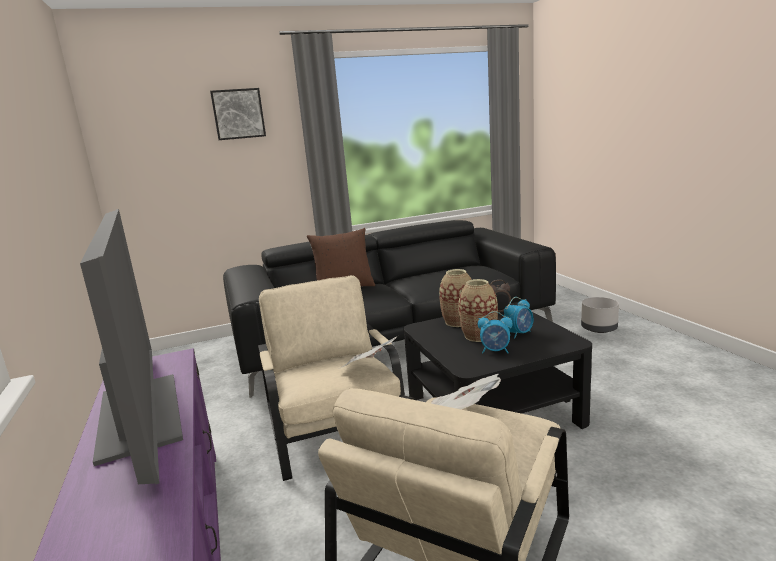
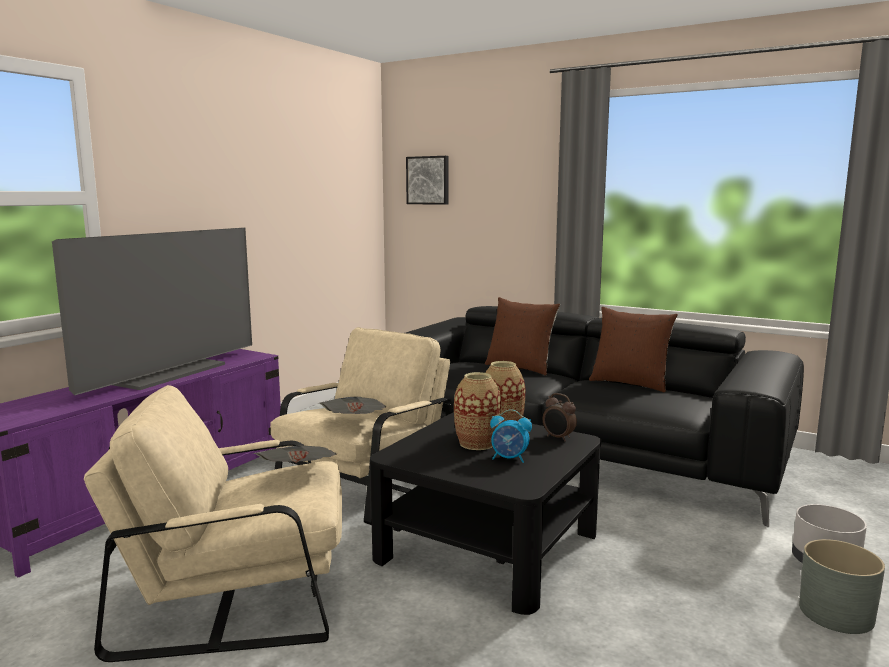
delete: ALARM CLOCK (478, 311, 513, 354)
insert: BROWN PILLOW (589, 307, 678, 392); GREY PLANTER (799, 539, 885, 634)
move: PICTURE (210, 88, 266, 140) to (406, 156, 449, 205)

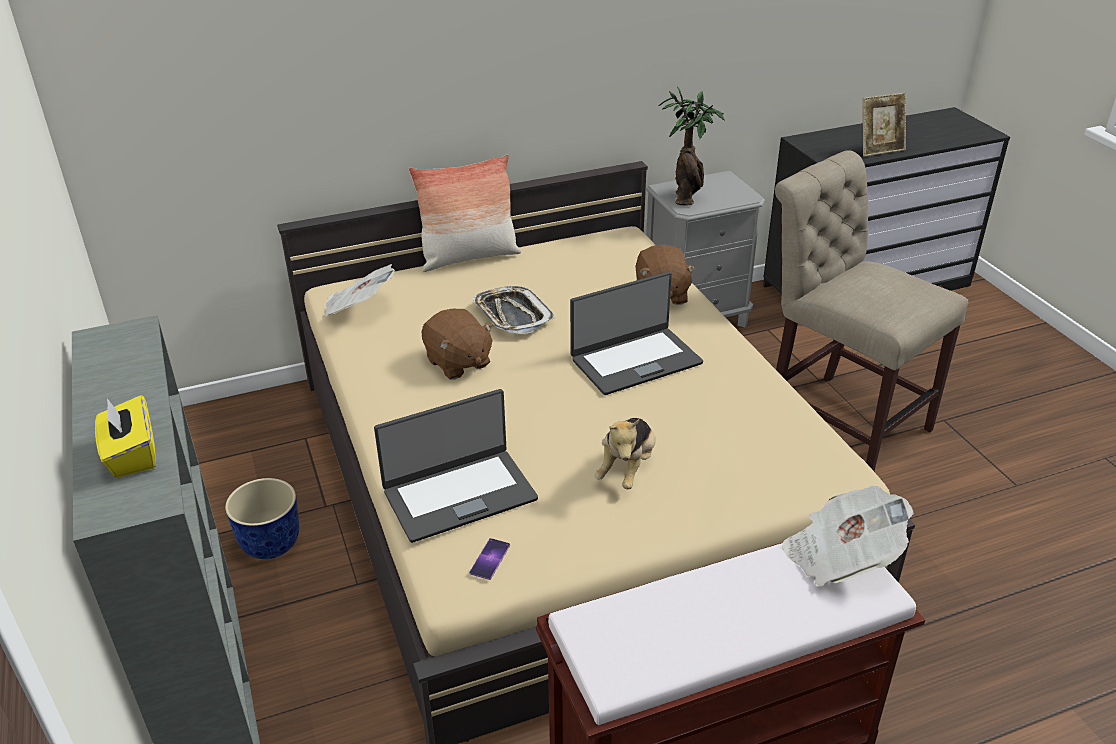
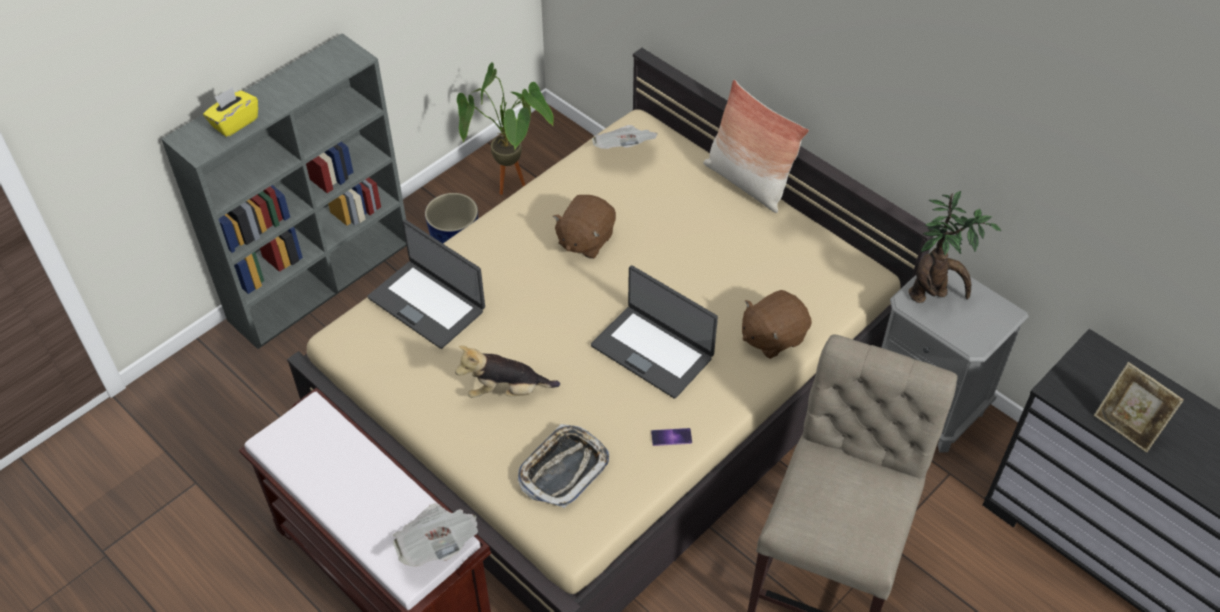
insert: POTTED PLANT (457, 62, 554, 195)
move: TRAY (472, 286, 555, 334) to (518, 424, 609, 508); PHONE (469, 538, 510, 580) to (651, 428, 692, 446)

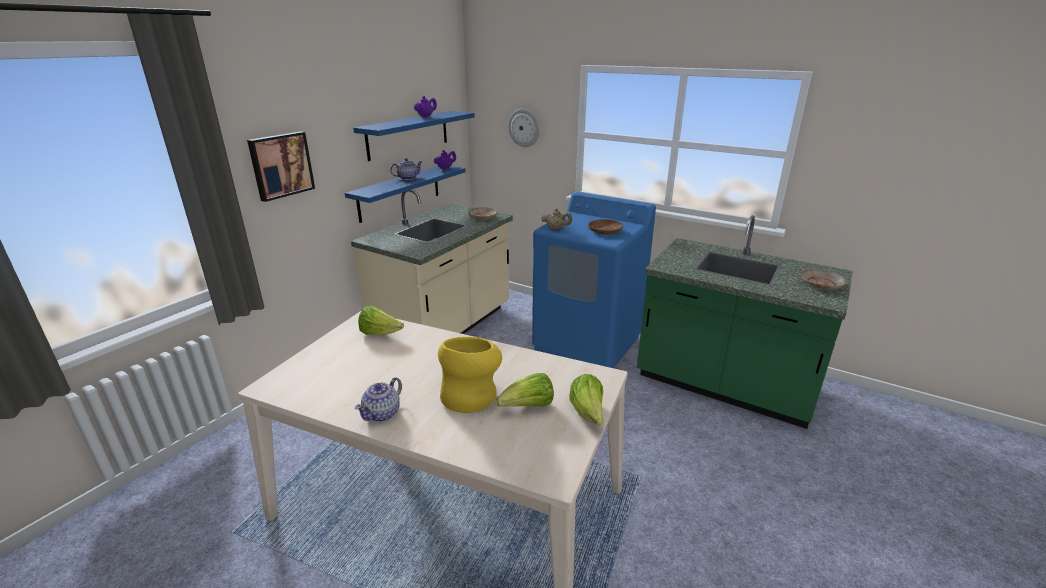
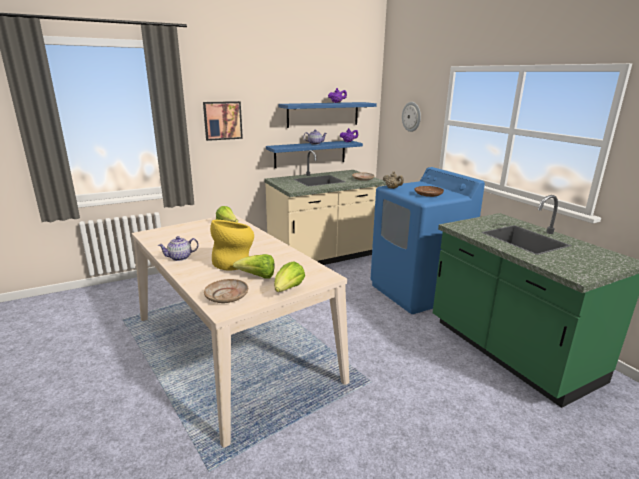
move: BEIGE PLATE (801, 269, 846, 290) to (204, 279, 248, 303)

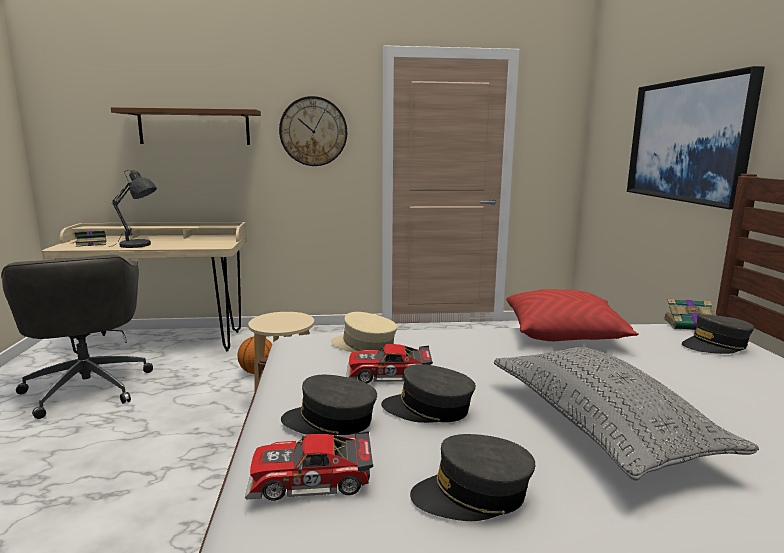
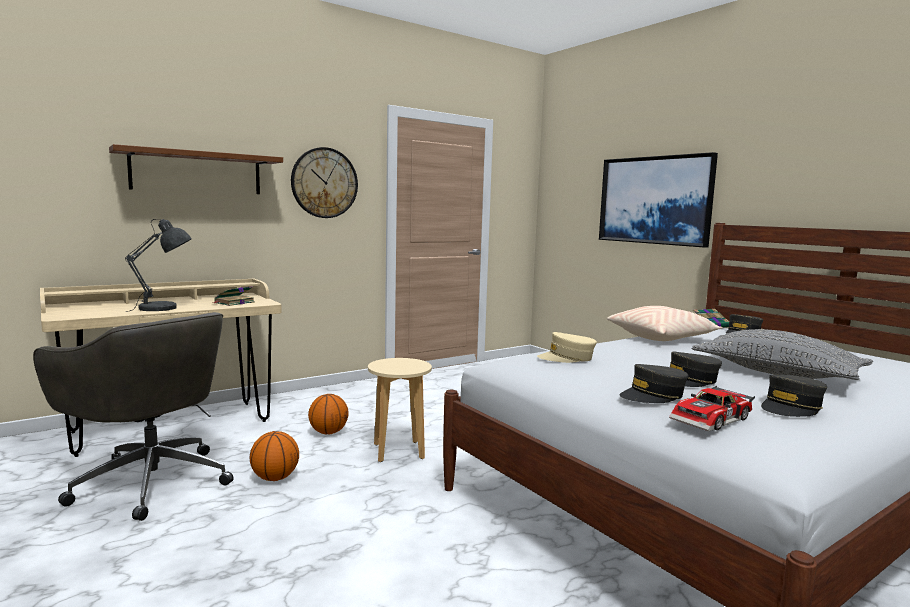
delete: TOY CAR (346, 344, 433, 383)
insert: BASKETBALL (250, 431, 299, 481)
move: BOOK (72, 230, 107, 247) to (212, 286, 255, 306)
recolor: RED PILLOW (506, 289, 639, 341) to BEIGE PILLOW (607, 306, 723, 341)

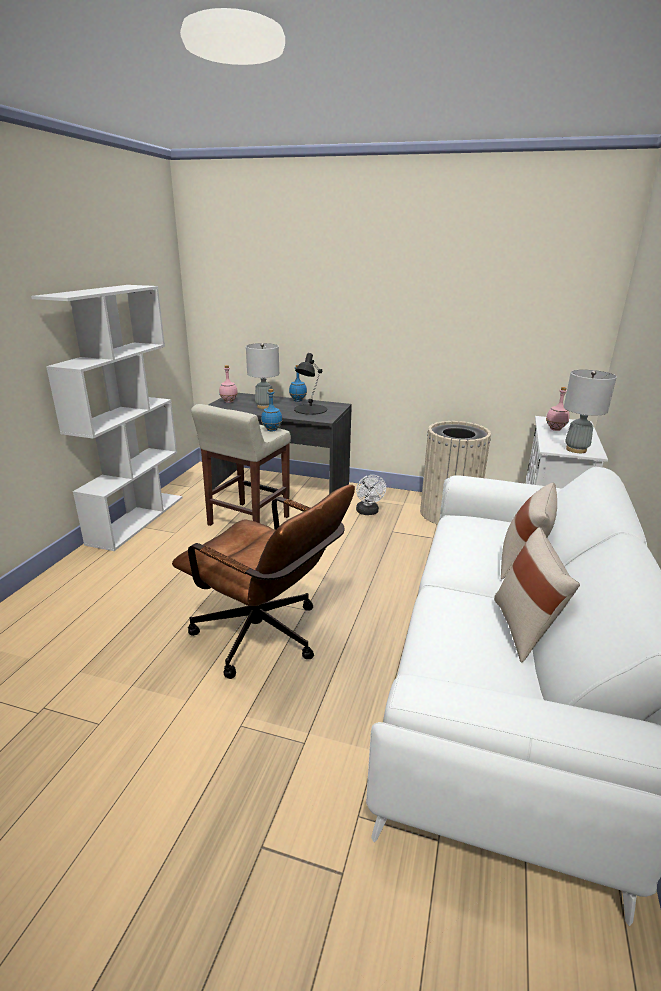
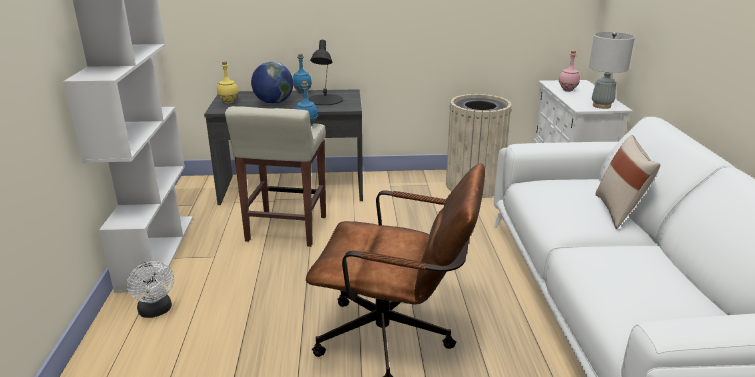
delete: BEIGE PILLOW (494, 527, 580, 663)
move: WHITE FAN (356, 475, 386, 515) to (127, 261, 174, 318)
replace: GREY TABLE LAMP (246, 343, 279, 409) to GLOBE (251, 62, 293, 104)
recolor: PINK BOTTLE (219, 365, 238, 403) to YELLOW BOTTLE (217, 62, 239, 103)

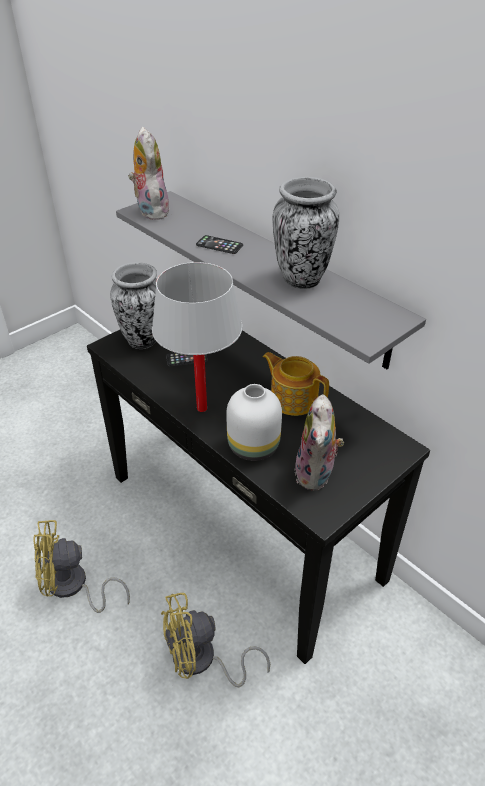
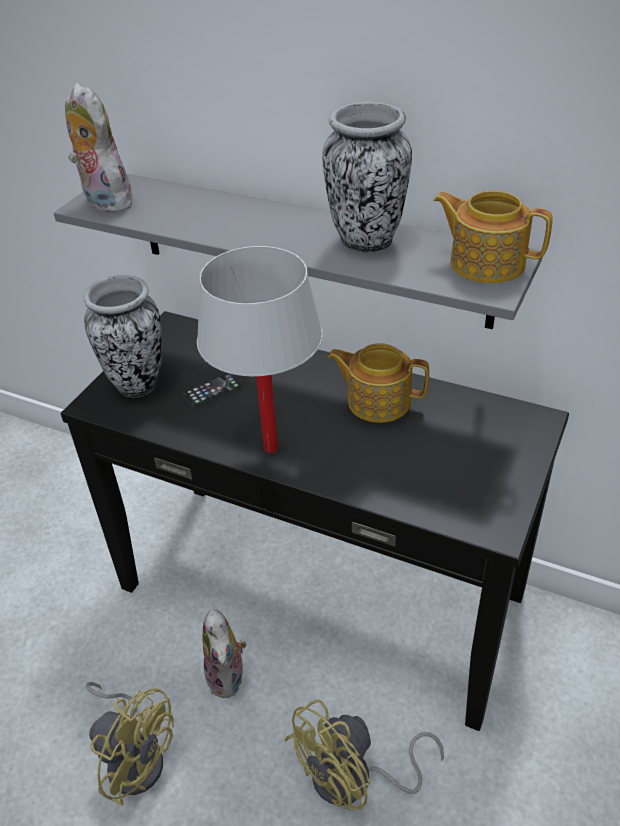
delete: PHONE (196, 235, 243, 254); WHITE VASE (226, 384, 282, 461)
insert: TEAPOT (433, 190, 553, 283)
move: PLUSH TOY (295, 394, 344, 490) to (202, 608, 246, 698)
rotate: YELLOW FAN (33, 520, 130, 613) = (86, 682, 174, 806) 120 degrees counterclockwise

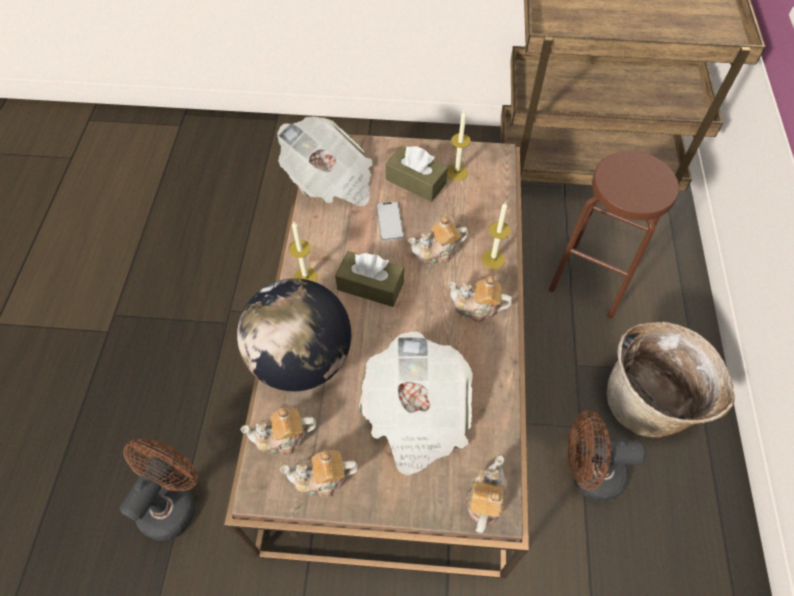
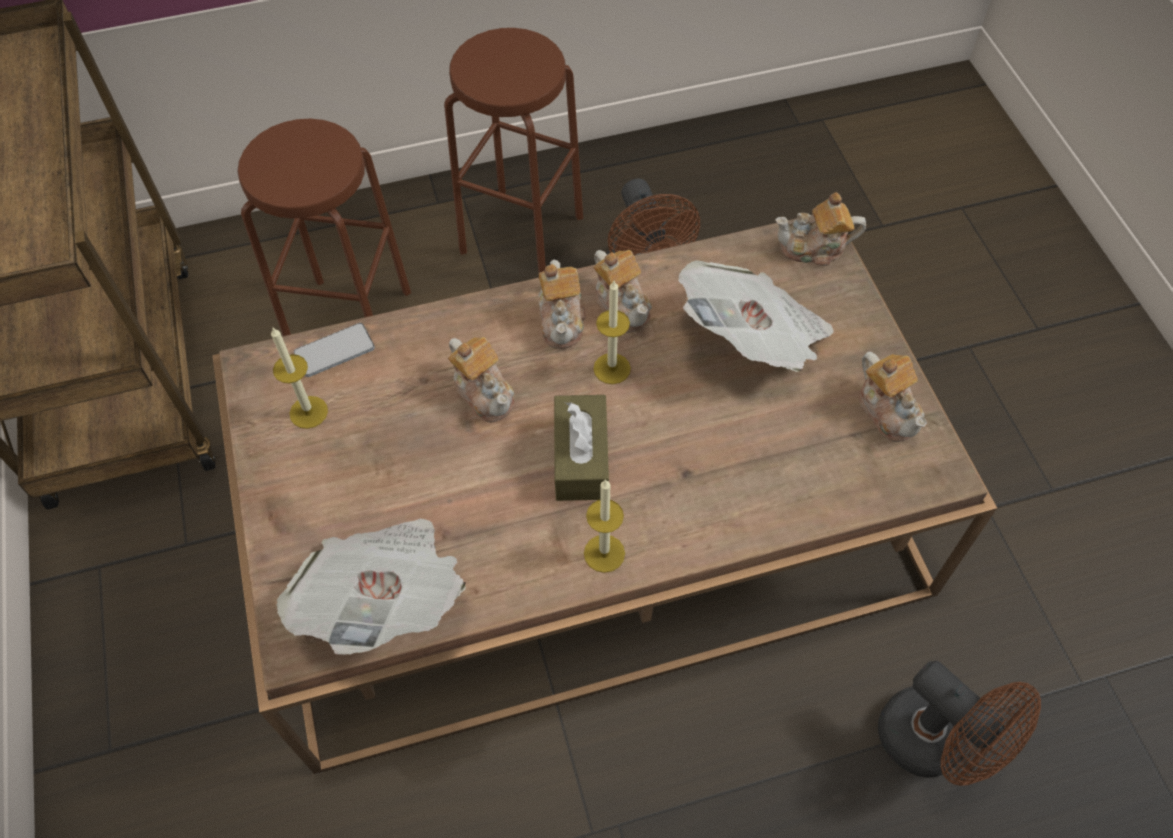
delete: GLOBE (237, 278, 351, 391); BROWN TISSUE BOX (386, 146, 448, 202)
move: PHONE (376, 202, 404, 241) to (294, 323, 375, 377); TEAPOT (240, 407, 316, 455) to (593, 250, 652, 333); CANDLE (481, 202, 510, 269) to (593, 281, 631, 384)
replace: BASKET (606, 322, 735, 437) to BROWN STOOL (444, 28, 583, 273)
rotate: BROWN FAN (120, 439, 198, 541) = (878, 661, 1041, 786) 135 degrees counterclockwise

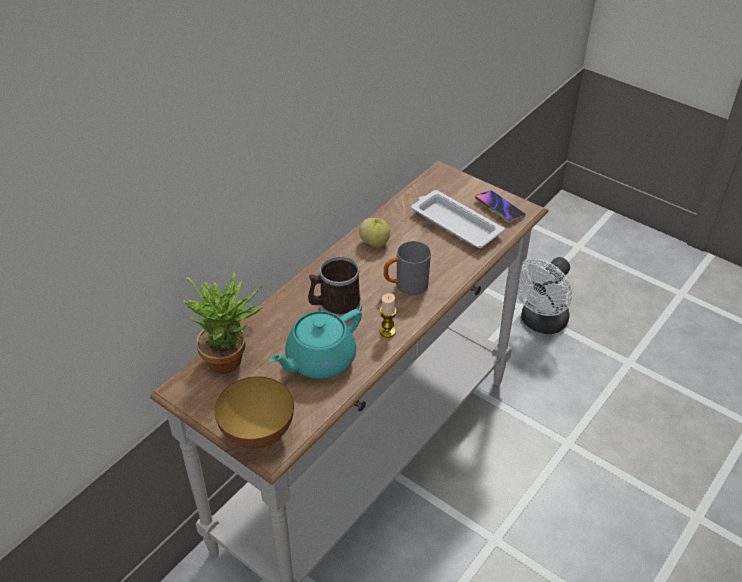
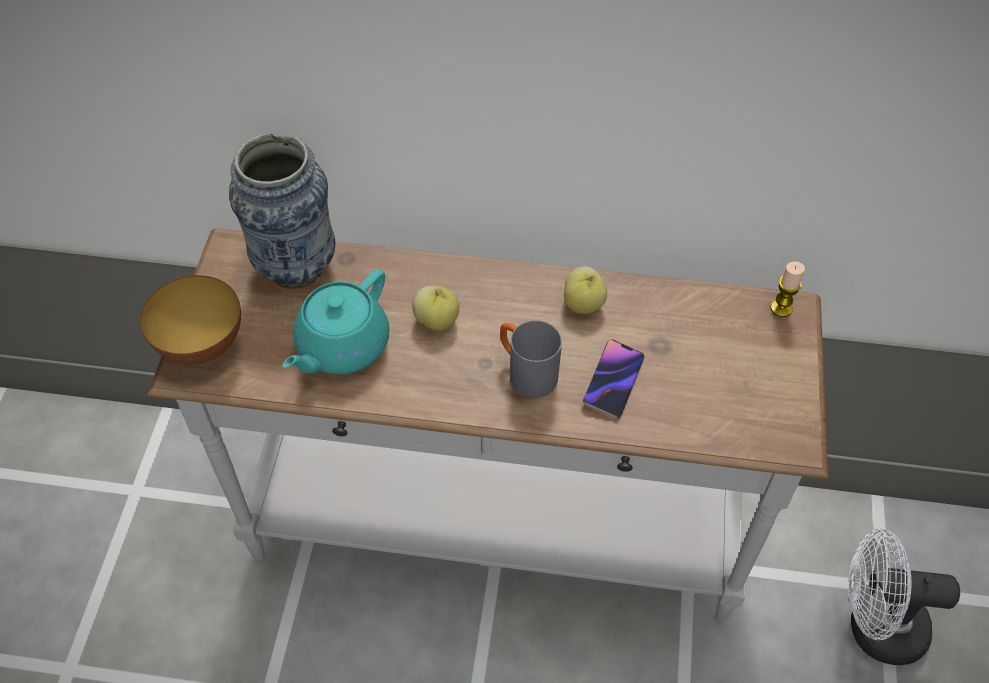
delete: WHITE TRAY (411, 190, 505, 248)
move: PHONE (475, 190, 526, 222) to (583, 339, 645, 419); CANDLE (380, 293, 396, 338) to (771, 261, 805, 317)
replace: POTTED PLANT (183, 272, 264, 374) to VASE (229, 133, 335, 289); MUG (308, 256, 362, 322) to APPLE (412, 286, 459, 331)
rotate: TURQUOISE TEAPOT (270, 309, 362, 379) = (283, 269, 389, 374) 75 degrees counterclockwise

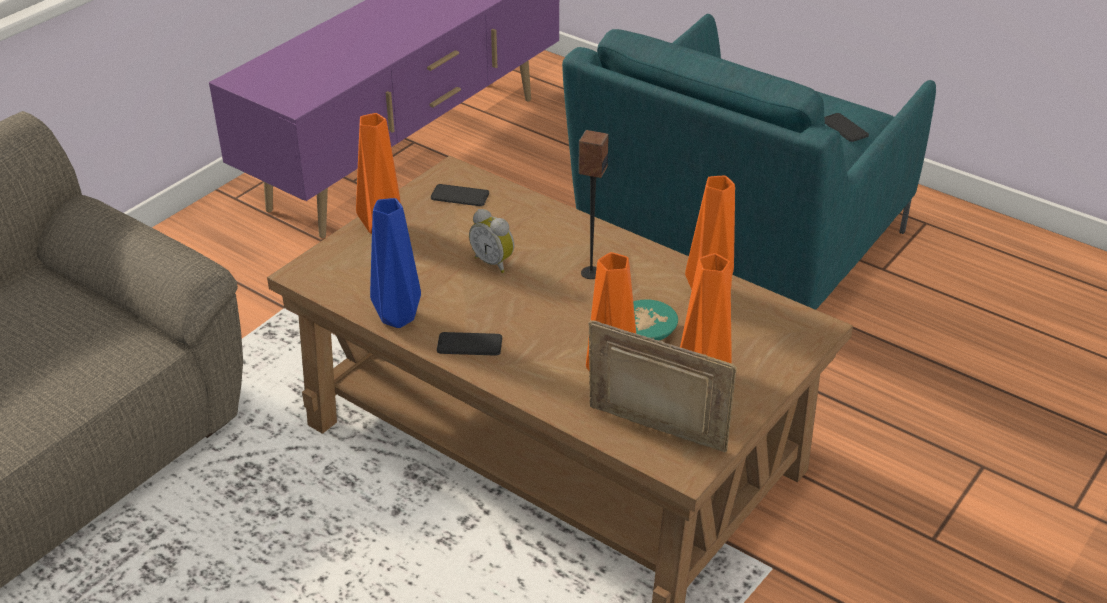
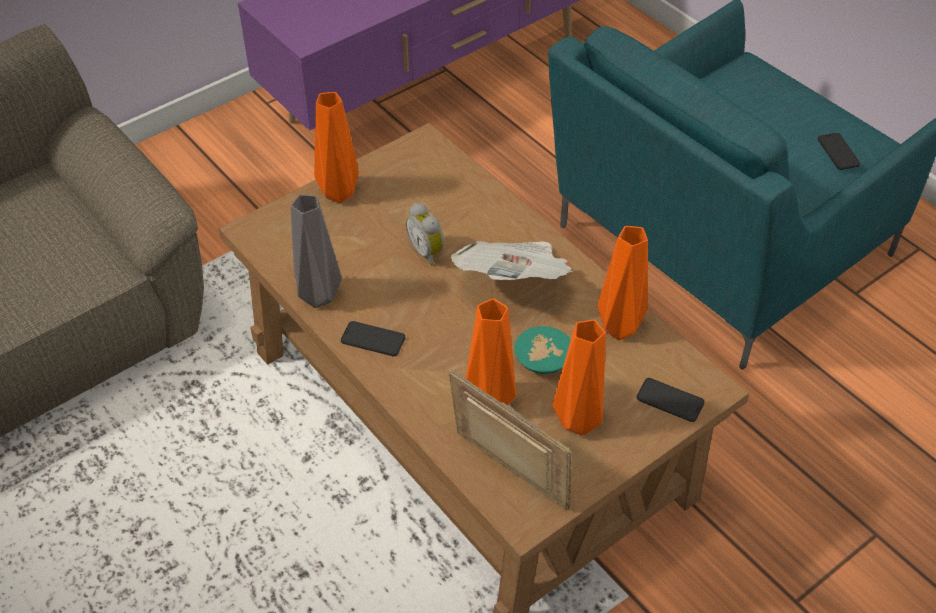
move: PHONE (431, 184, 489, 206) to (636, 378, 704, 422)
replace: SPEAKER (578, 130, 609, 279) to NEWSPAPER (451, 241, 574, 280)
recolor: BLUE VASE (370, 198, 421, 328) to GREY VASE (291, 194, 342, 308)

